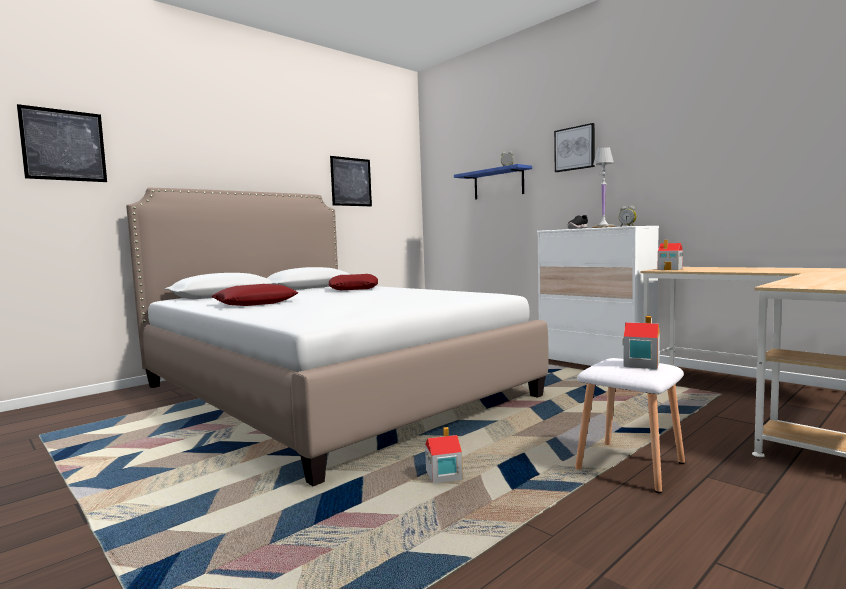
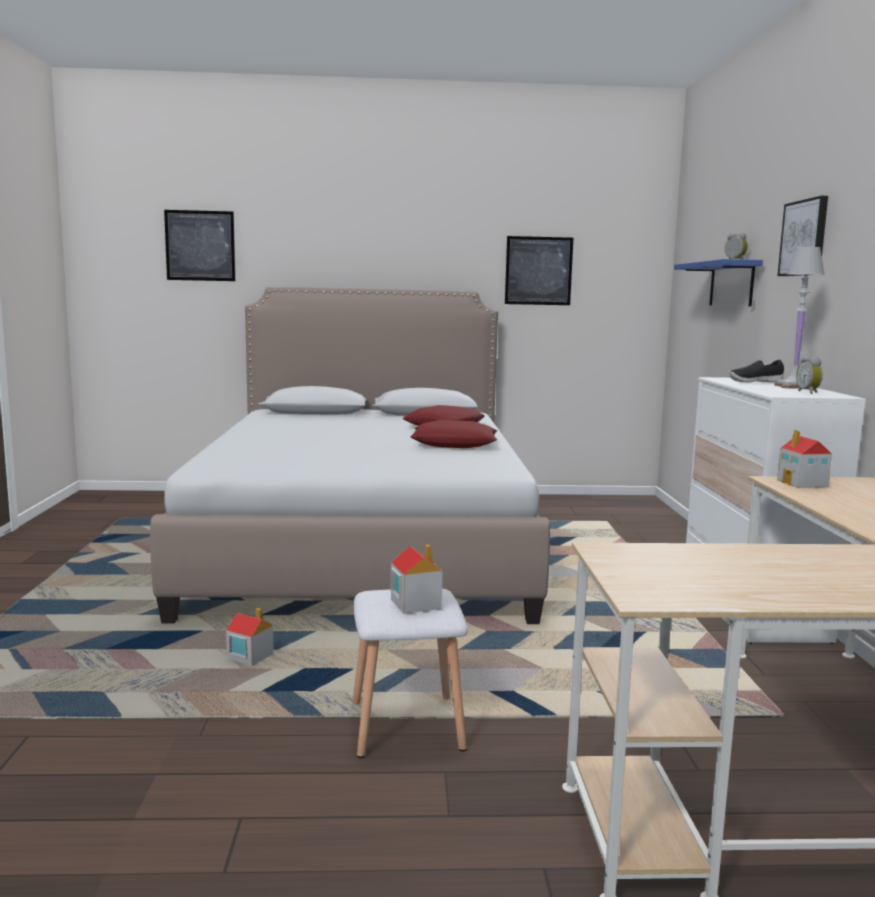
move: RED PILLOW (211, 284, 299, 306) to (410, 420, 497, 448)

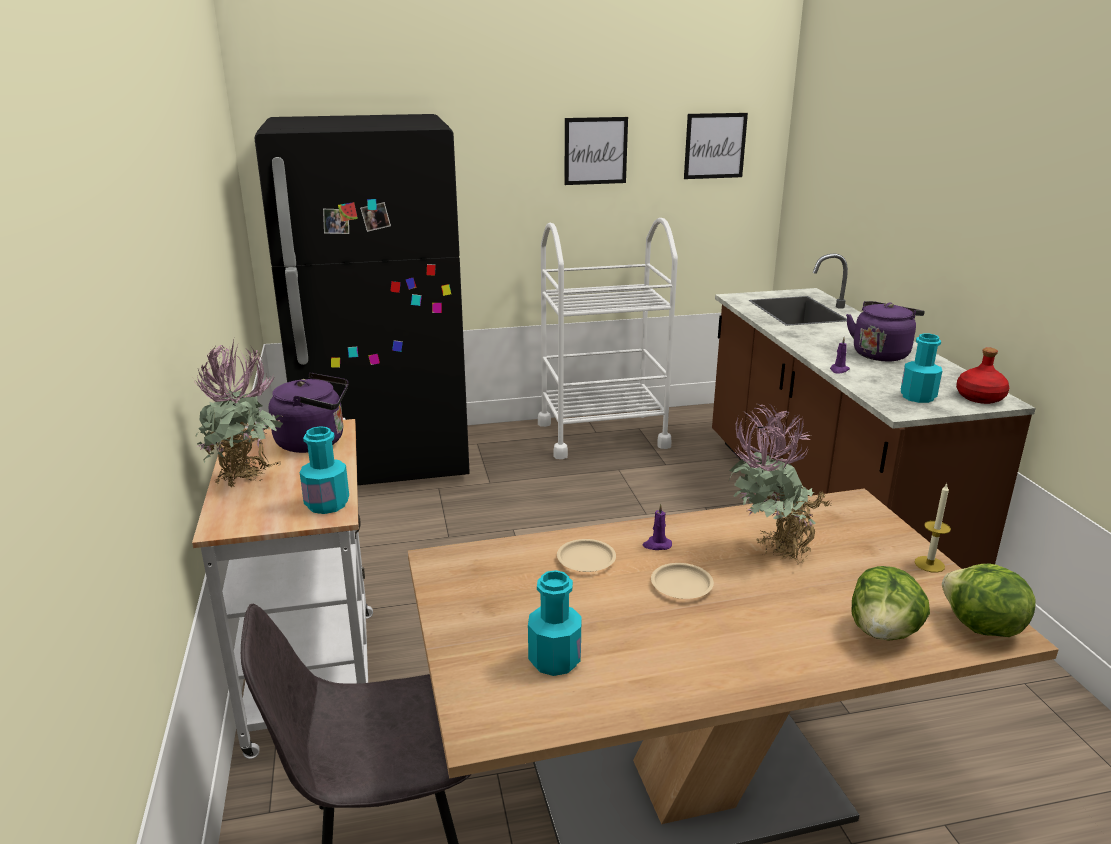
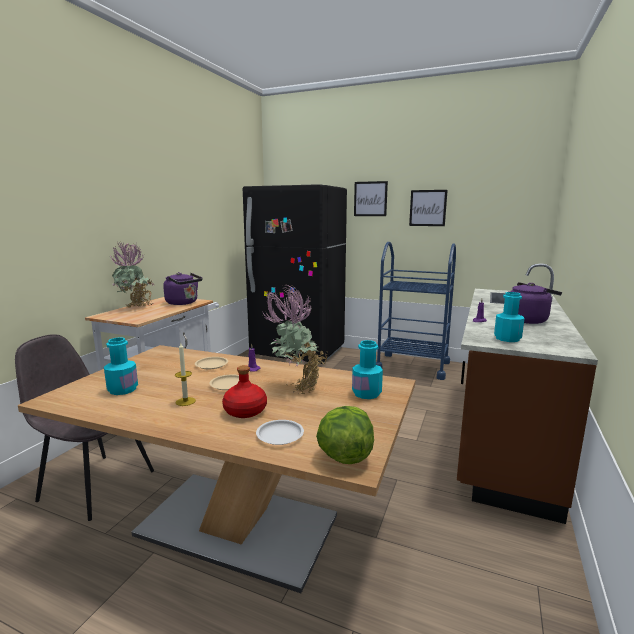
move: CANDLE (914, 484, 951, 573) to (175, 343, 196, 406); RED BOTTLE (956, 347, 1009, 404) to (222, 365, 267, 418); TURQUOISE BOTTLE (300, 426, 349, 514) to (352, 340, 383, 399); PICTURE (684, 113, 748, 179) to (354, 181, 388, 216)
replace: LETTUCE (852, 566, 930, 641) to WHITE PLATE (256, 420, 304, 445)
recolor: WHITE CART (538, 218, 678, 459) to BLUE CART (376, 242, 456, 380)

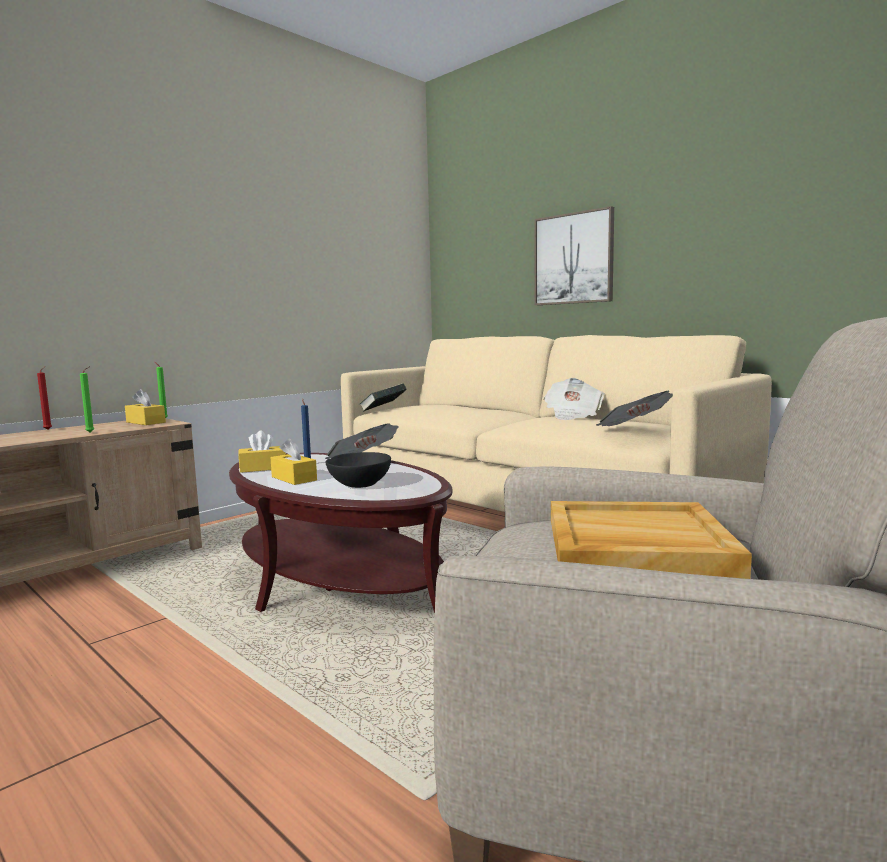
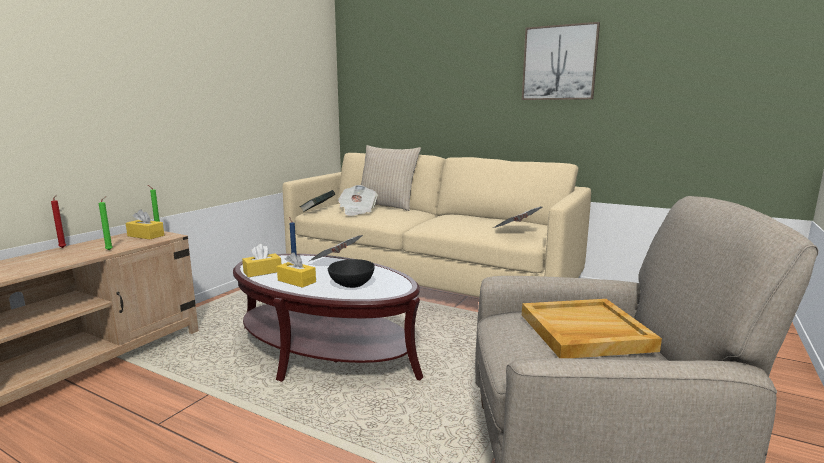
insert: BEIGE PILLOW (361, 145, 421, 211)
move: NEWSPAPER (544, 378, 605, 420) to (338, 185, 378, 216); PICTURE (534, 206, 614, 305) to (522, 22, 600, 100)

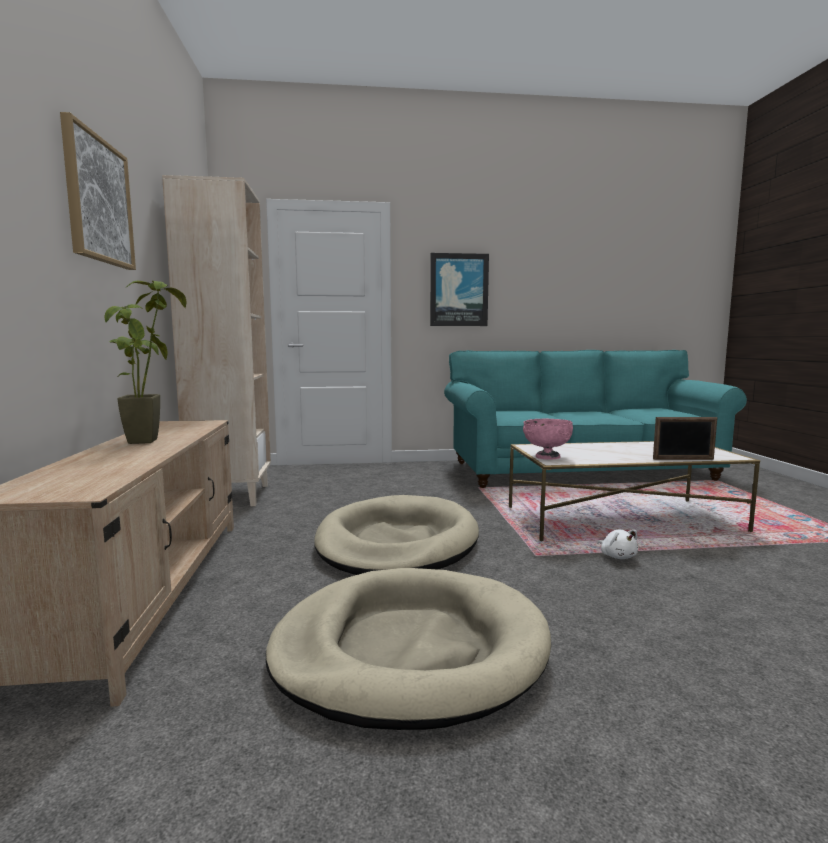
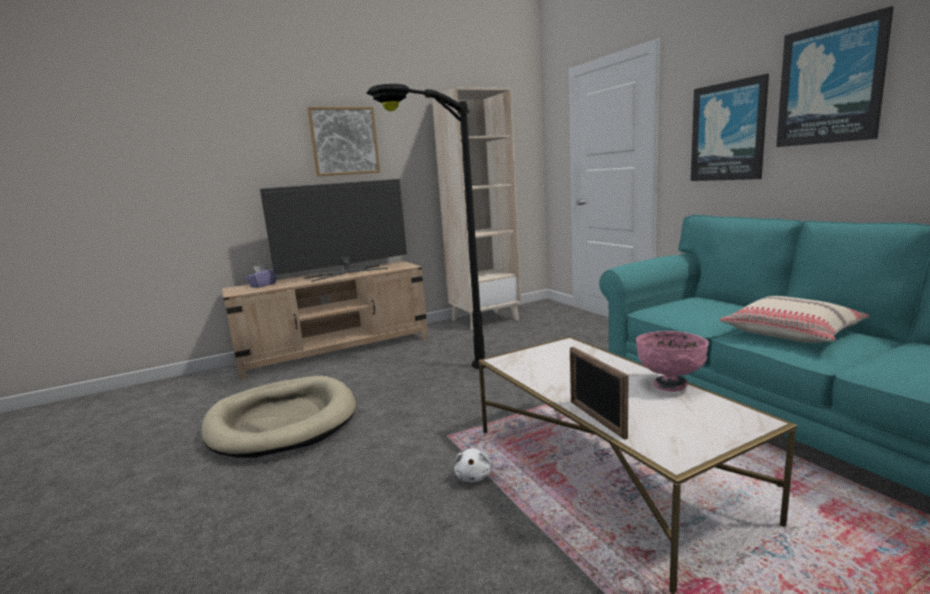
insert: PURPLE TISSUE BOX (246, 265, 276, 288); BEIGE PILLOW (719, 296, 869, 343); PICTURE (776, 6, 894, 147)
move: PINK BOWL (523, 418, 573, 460) to (636, 331, 709, 392)
replace: POTTED PLANT (105, 281, 187, 444) to TELEVISION (260, 179, 407, 282); BEIGE DOG BED (314, 495, 479, 575) to BLACK FLOOR LAMP (367, 84, 486, 369)
rotate: WHITE PLUSH TOY (597, 530, 638, 559) = (454, 448, 493, 482) 45 degrees counterclockwise

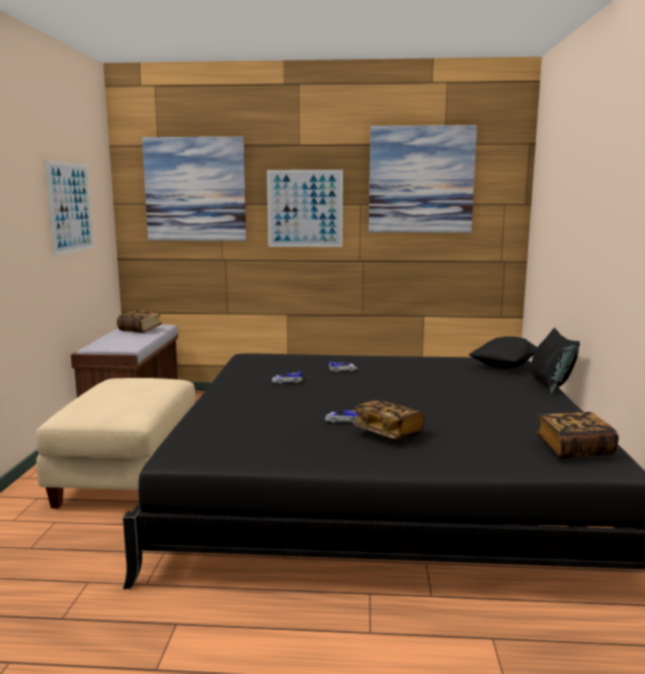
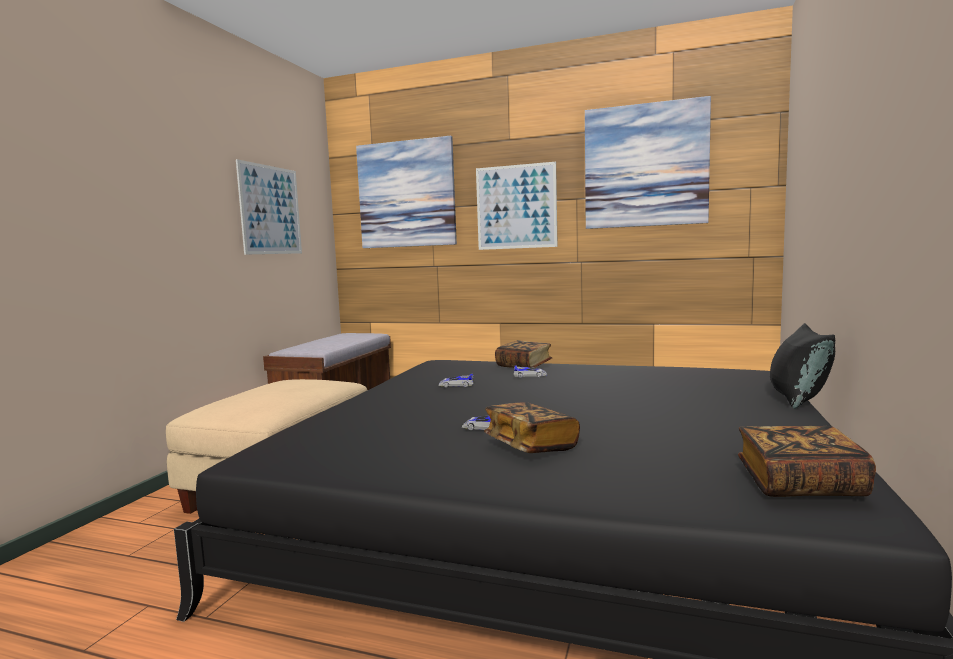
delete: BLACK PILLOW (469, 336, 538, 369)
move: BOOK (117, 310, 162, 333) to (495, 340, 552, 368)

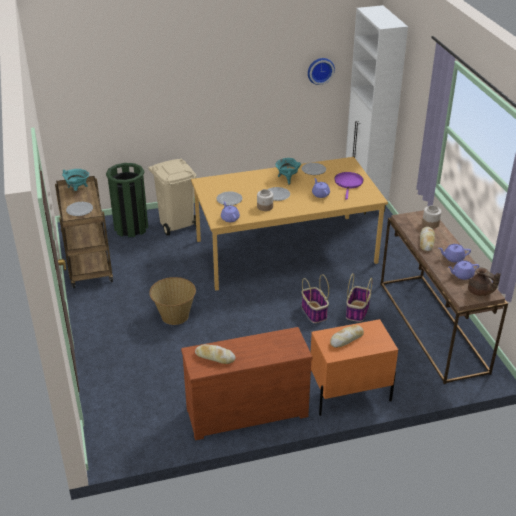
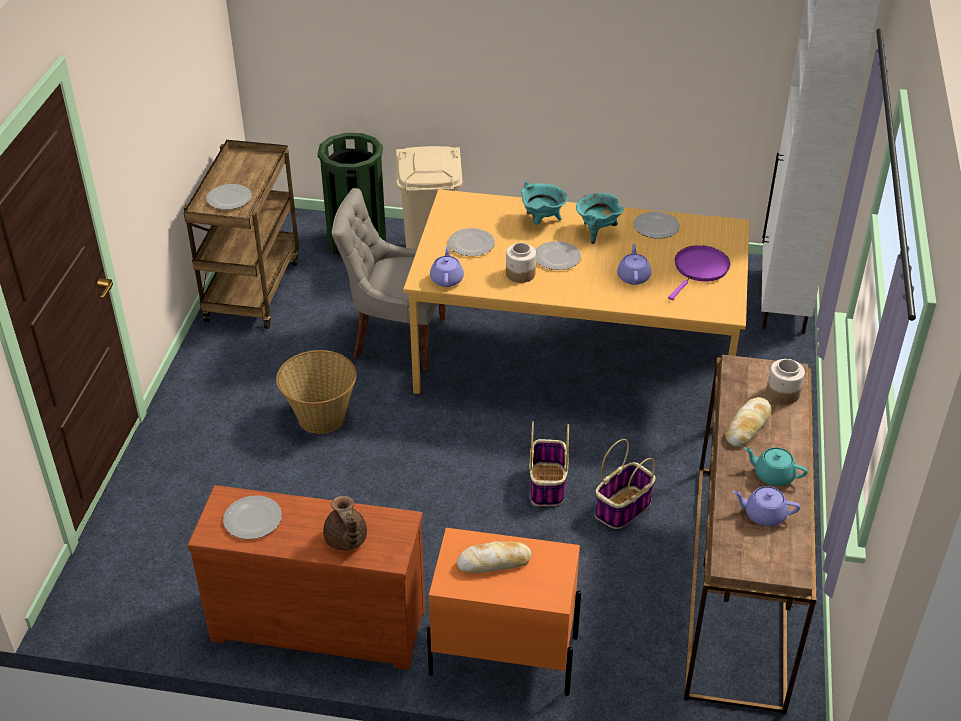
delete: WALL CLOCK (308, 58, 335, 85)
insert: GREY CHAIR (332, 188, 445, 371)
move: BROWN TEAPOT (468, 268, 501, 296) to (323, 496, 367, 551); TURQUOISE COOKING POT (62, 169, 89, 191) to (521, 181, 568, 225)
replace: BREAD (195, 344, 236, 364) to PLATE (223, 495, 282, 539)
recolor: PURPLE TEAPOT (439, 244, 471, 263) to TURQUOISE TEAPOT (744, 447, 808, 486)

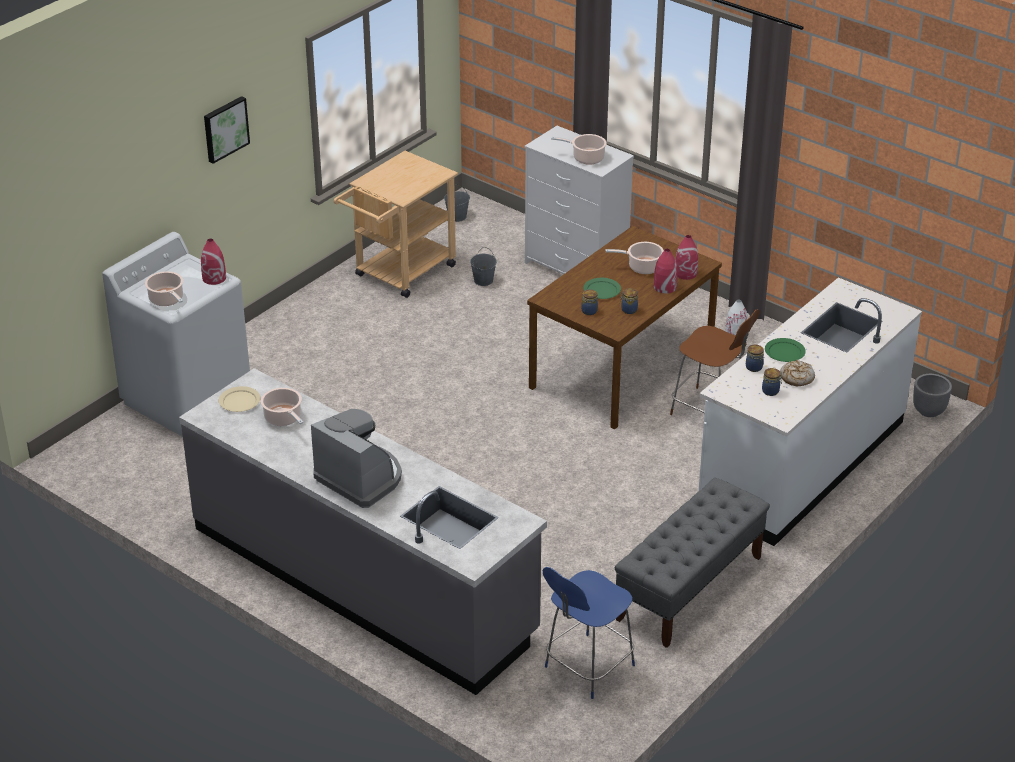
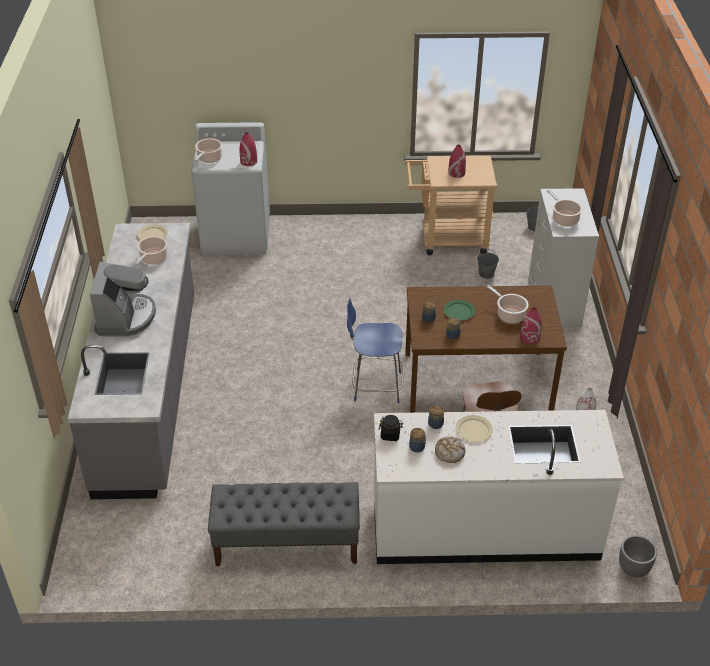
delete: PICTURE (204, 96, 250, 164)
insert: BLACK JAR (379, 415, 403, 441)
move: BLUE CHAIR (543, 567, 635, 699) to (347, 298, 404, 403); RED VASE (654, 249, 677, 294) to (448, 145, 466, 178)
recolor: GREEN PLATE (765, 338, 806, 362) to BEIGE PLATE (456, 415, 493, 442)

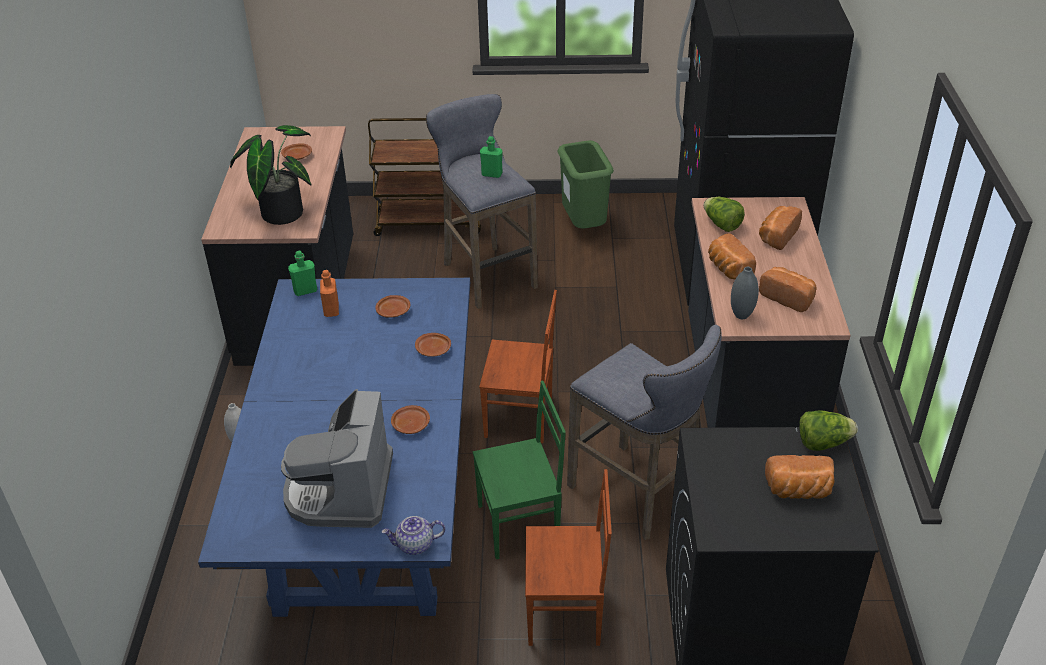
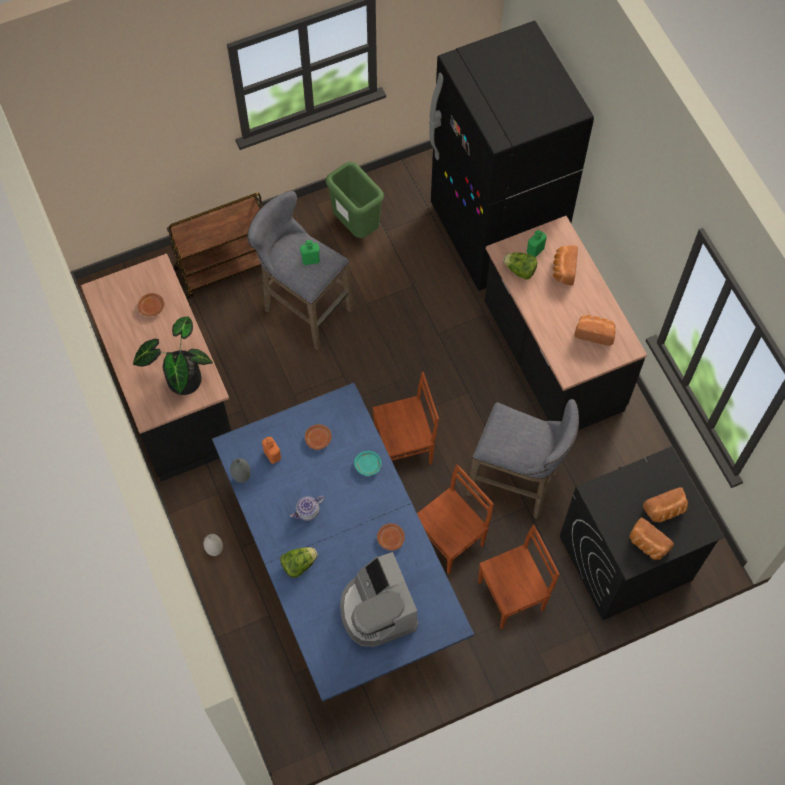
move: GREY VASE (731, 267, 759, 319) to (230, 458, 251, 483); LETTUCE (799, 411, 858, 451) to (280, 547, 318, 578); TEAPOT (382, 516, 445, 555) to (290, 495, 325, 521); GREEN BOTTLE (288, 251, 317, 296) to (527, 230, 547, 257); BREAD (708, 233, 756, 279) to (629, 518, 674, 560)
recolor: BROWN PLATE (415, 333, 451, 357) to TURQUOISE PLATE (354, 451, 382, 476); GREEN CHAIR (473, 380, 566, 559) to BROWN CHAIR (417, 464, 494, 574)

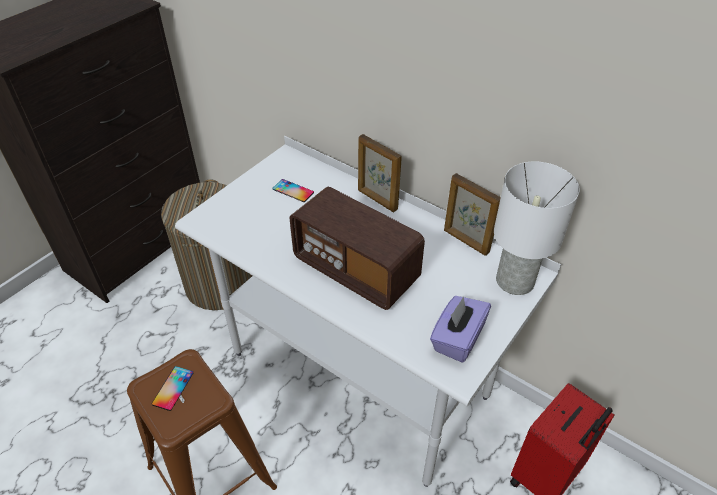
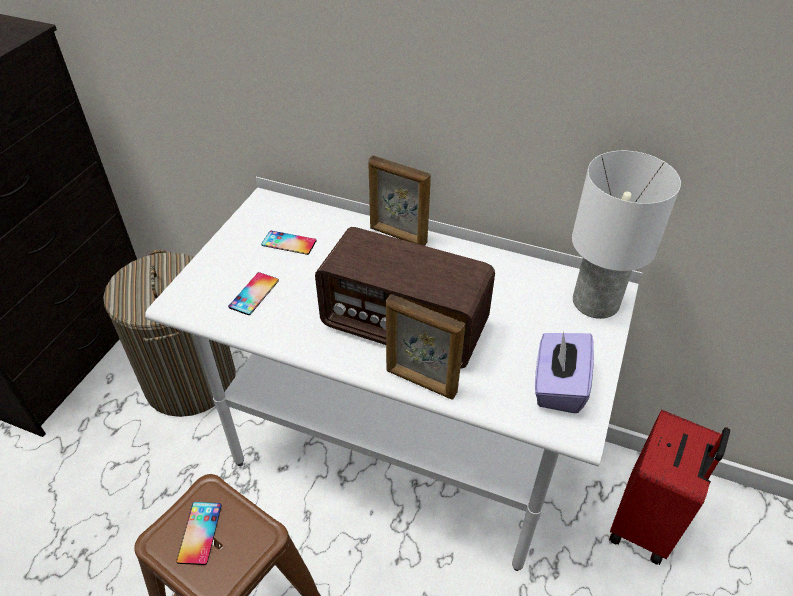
insert: PHONE (228, 272, 279, 315)
move: PICTURE FRAME (444, 173, 501, 256) to (386, 294, 465, 399)

